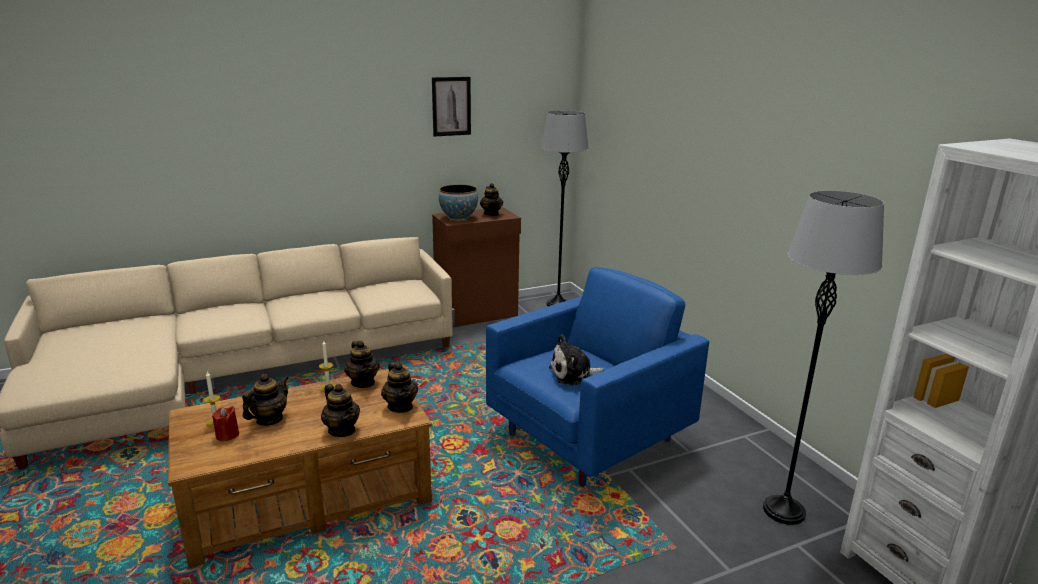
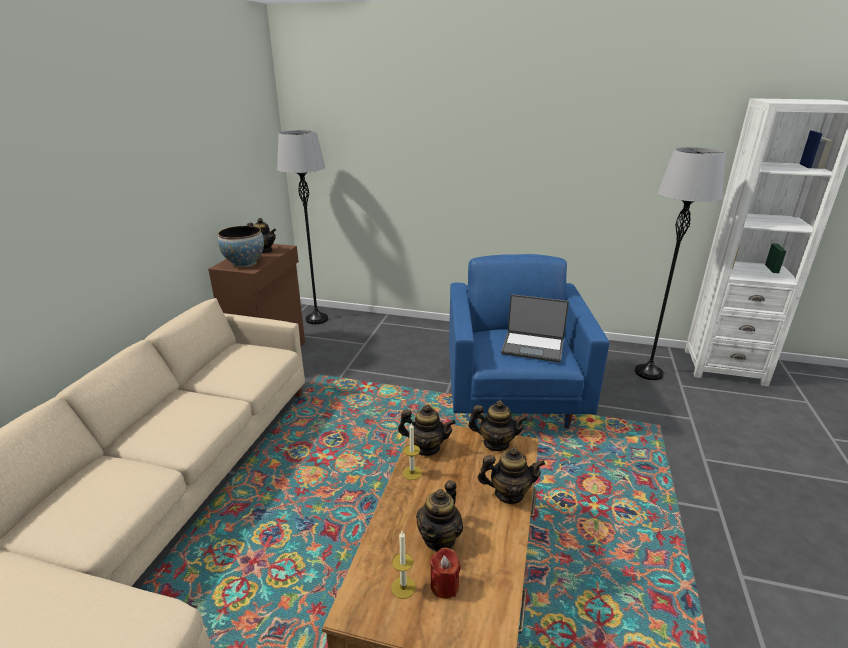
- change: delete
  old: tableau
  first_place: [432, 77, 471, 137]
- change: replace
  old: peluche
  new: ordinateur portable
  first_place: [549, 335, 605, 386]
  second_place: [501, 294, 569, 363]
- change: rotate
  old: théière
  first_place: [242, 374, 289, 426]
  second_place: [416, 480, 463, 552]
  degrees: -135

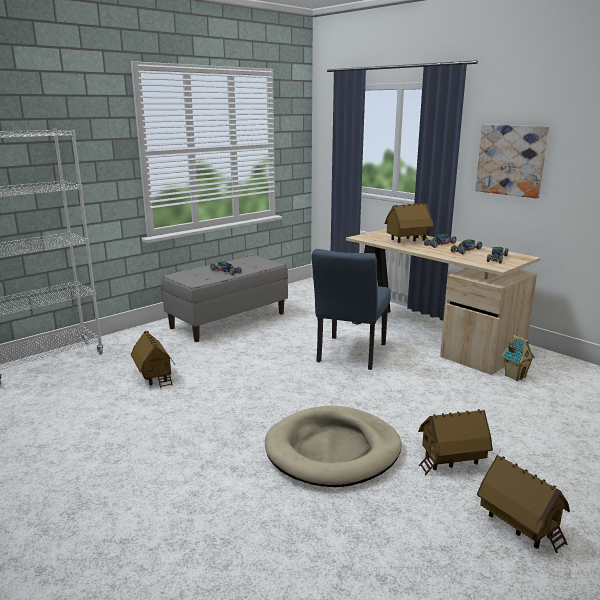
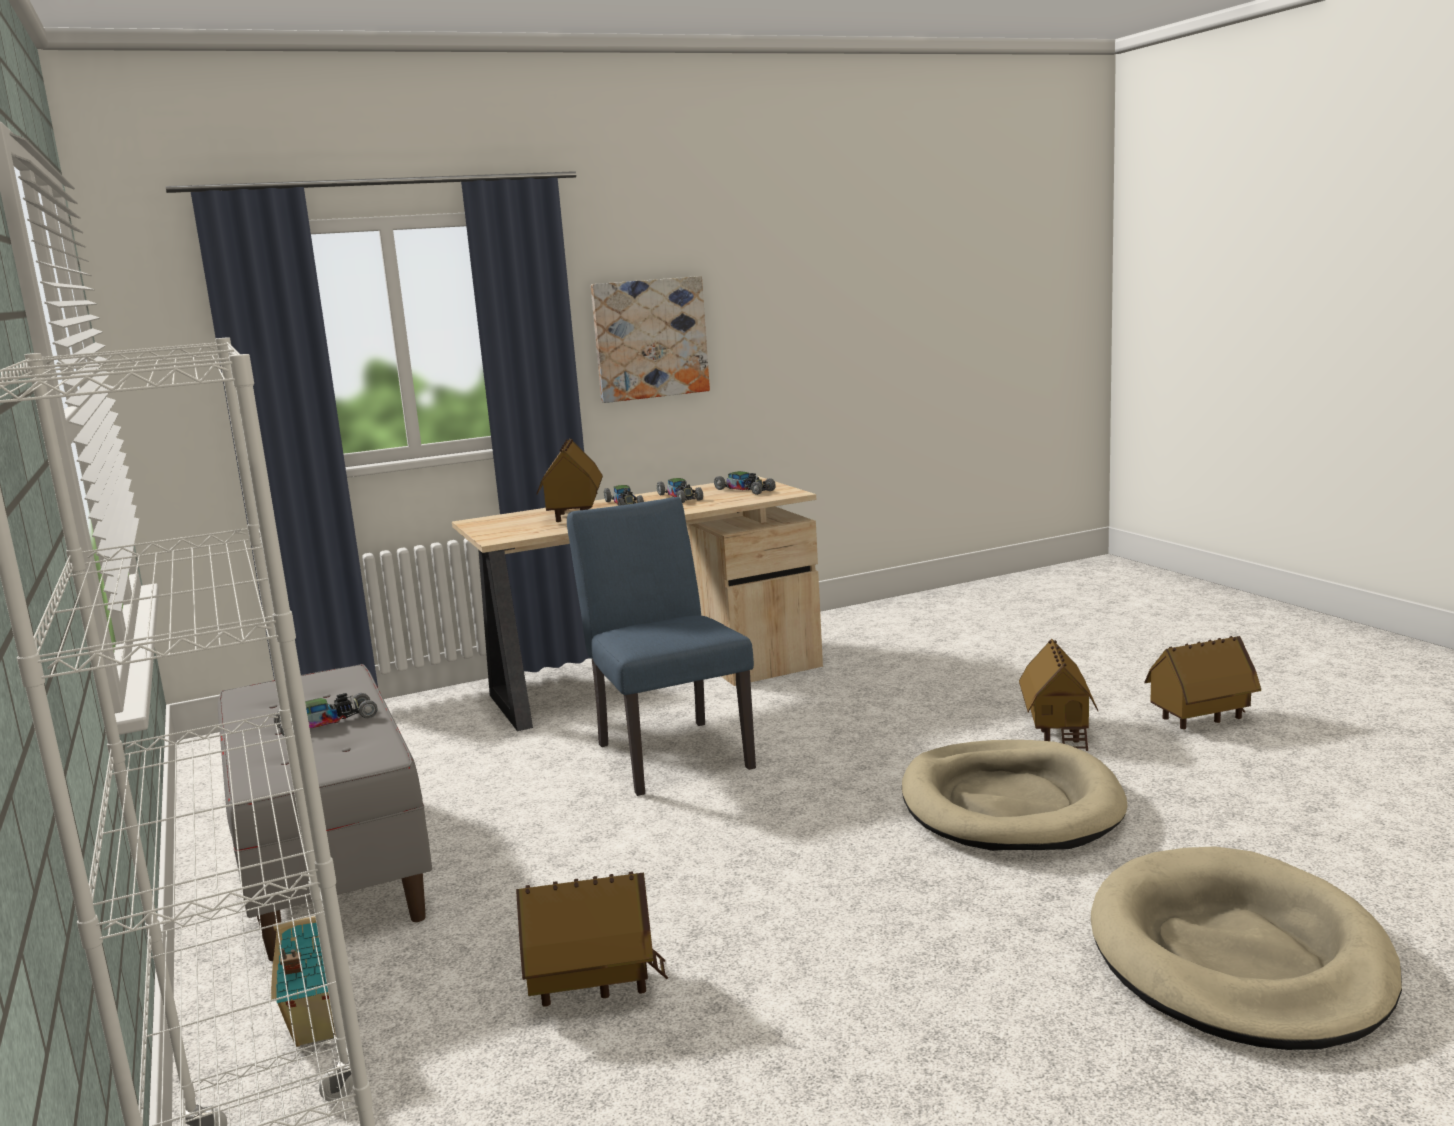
- change: rotate
  old: chaise (bleu)
  first_place: [312, 249, 391, 370]
  second_place: [567, 497, 756, 796]
  degrees: -150
- change: move
  old: maison miniature
  first_place: [502, 335, 535, 381]
  second_place: [271, 916, 336, 1047]
- change: insert
  new: panier pour chien (beige)
  second_place: [1091, 846, 1402, 1050]

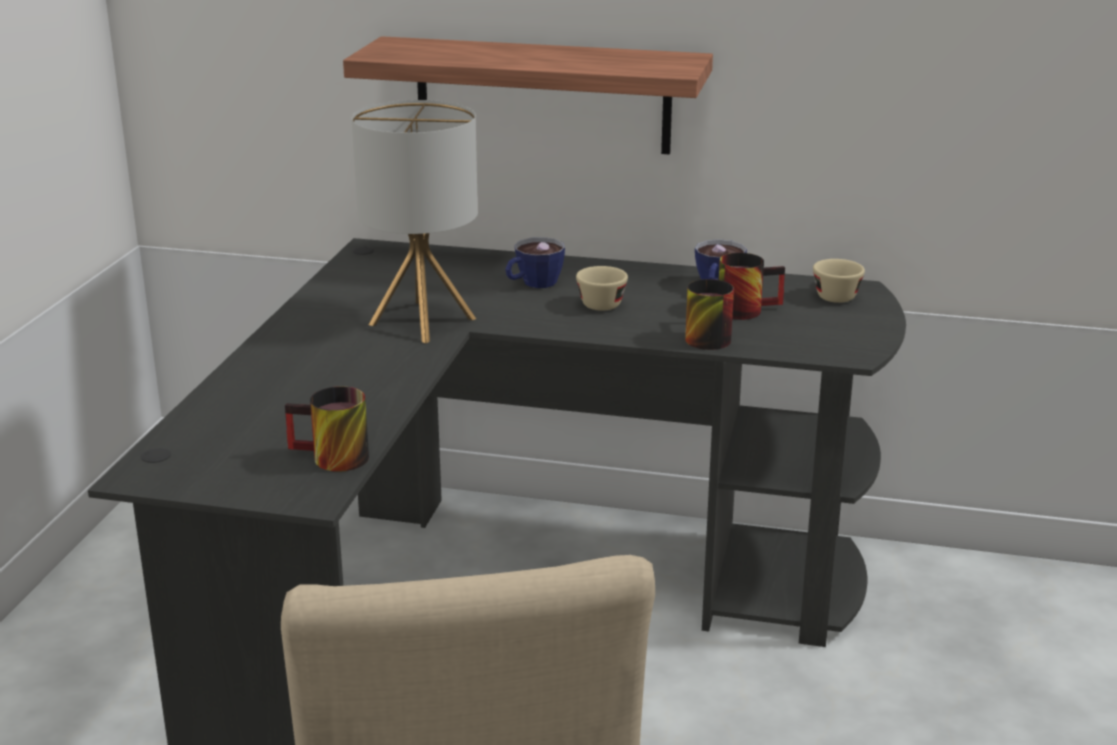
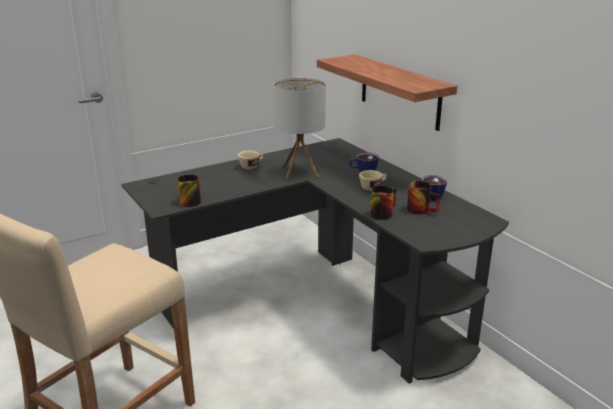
- change: move
  old: tasse (beige)
  first_place: [813, 259, 865, 303]
  second_place: [238, 151, 264, 169]

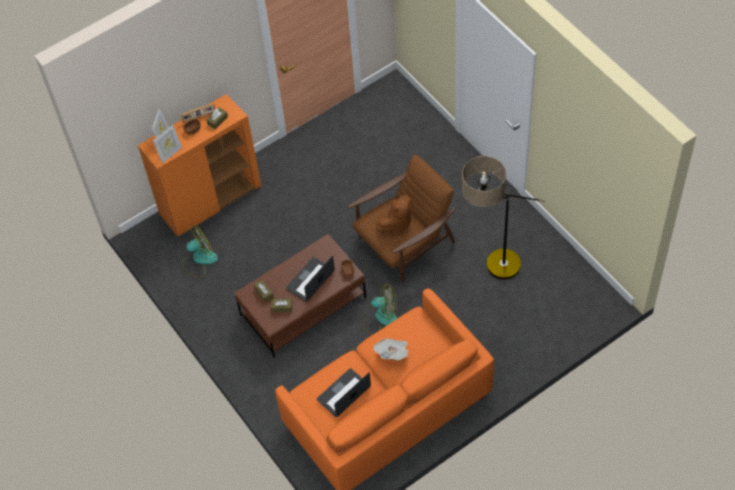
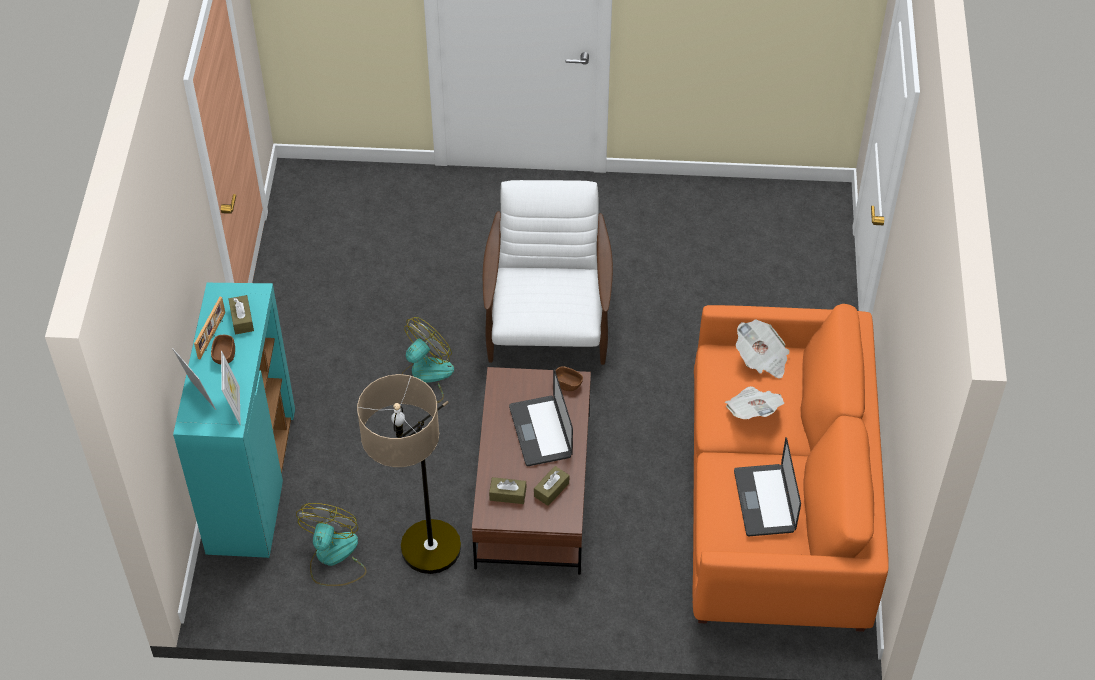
- change: recolor
  old: meuble de rangement (orange)
  new: meuble de rangement (turquoise)
  first_place: [138, 94, 261, 237]
  second_place: [173, 283, 295, 558]
- change: recolor
  old: fauteuil (marron)
  new: fauteuil (blanc)
  first_place: [348, 155, 455, 282]
  second_place: [483, 180, 613, 365]
- change: move
  old: lampadaire
  first_place: [462, 156, 545, 279]
  second_place: [357, 374, 461, 574]
- change: delete
  old: peluche (marron)
  first_place: [377, 195, 413, 232]
- change: move
  old: ventilateur
  first_place: [362, 283, 398, 335]
  second_place: [402, 317, 454, 403]
- change: insert
  new: journal
  second_place: [736, 319, 790, 379]

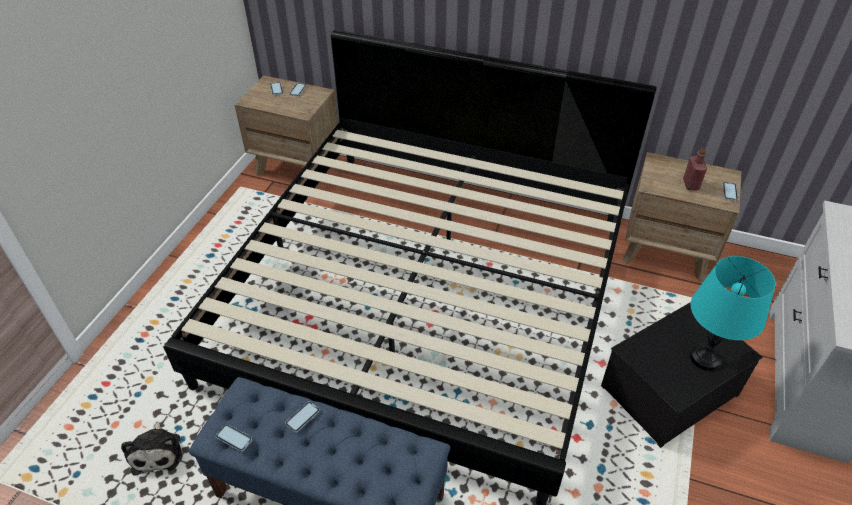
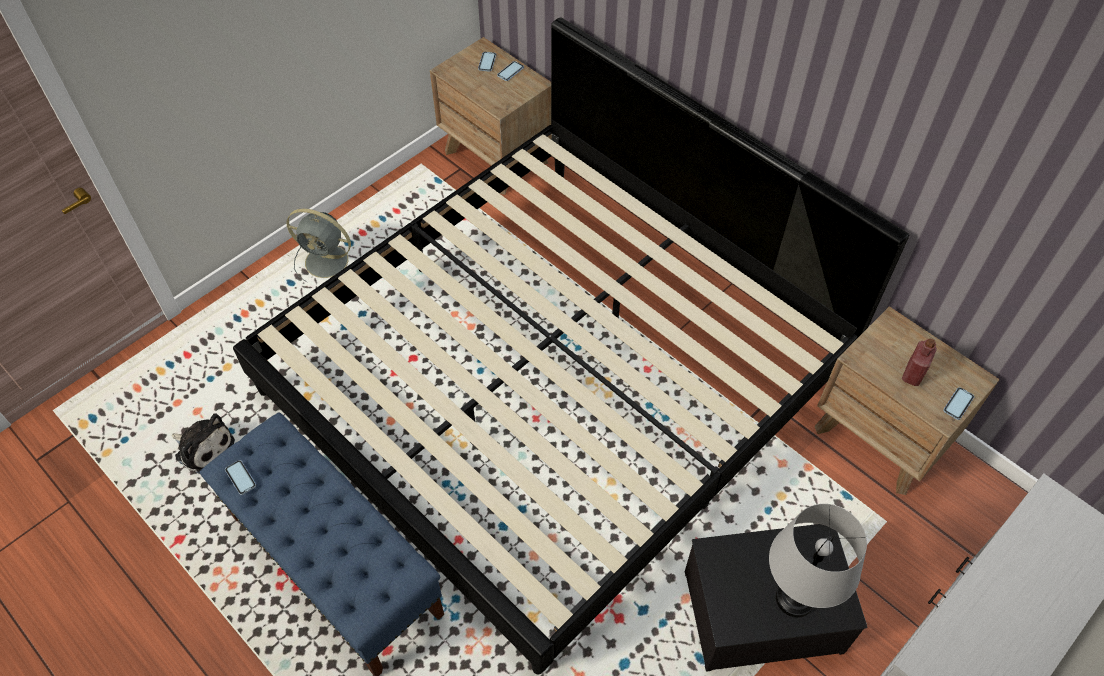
- change: recolor
  old: lampe de table (turquoise)
  new: lampe de table (gris)
  first_place: [690, 256, 775, 371]
  second_place: [769, 504, 867, 618]
- change: delete
  old: téléphone
  first_place: [285, 401, 320, 433]
- change: rotate
  old: peluche
  first_place: [121, 421, 183, 476]
  second_place: [172, 413, 235, 474]
  degrees: -75
- change: insert
  new: ventilateur (gris)
  second_place: [286, 209, 361, 282]

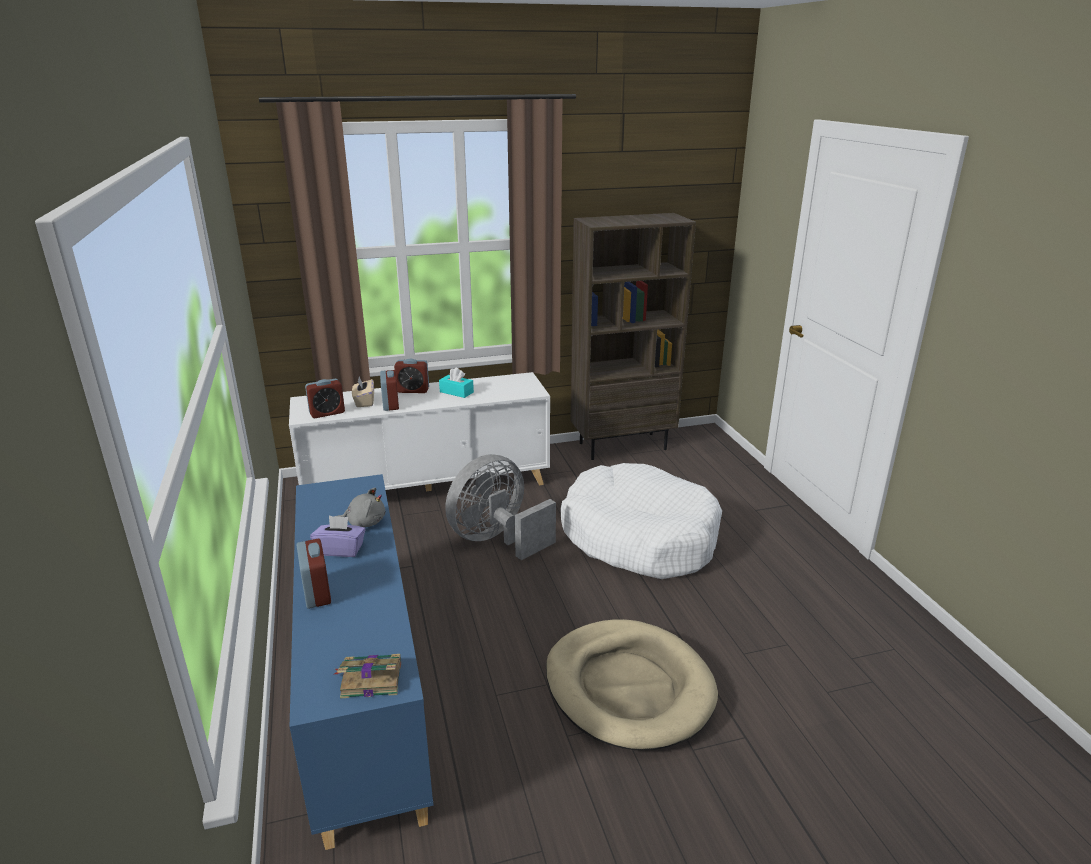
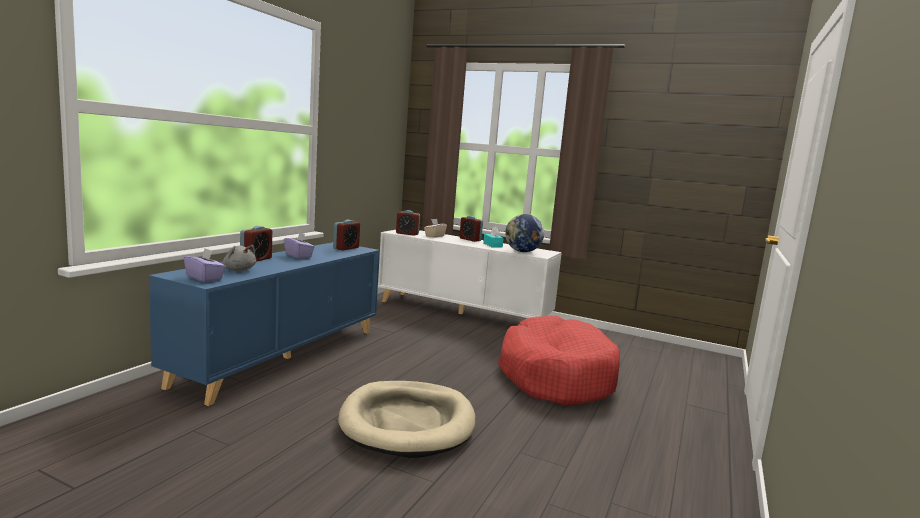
- change: delete
  old: bibliothèque (marron)
  first_place: [570, 213, 696, 460]
- change: move
  old: réveil
  first_place: [380, 370, 399, 411]
  second_place: [333, 220, 360, 251]
- change: delete
  old: ventilateur (gris)
  first_place: [445, 454, 556, 560]
- change: recolor
  old: panier pour chien (blanc)
  new: panier pour chien (rouge)
  first_place: [561, 463, 722, 579]
  second_place: [498, 316, 620, 406]
- change: move
  old: peluche (gris)
  first_place: [338, 487, 385, 527]
  second_place: [222, 245, 256, 271]
- change: replace
  old: livre
  new: boîte à mouchoirs (violet)
  first_place: [334, 654, 401, 699]
  second_place: [184, 248, 226, 282]
- change: insert
  new: globe
  second_place: [505, 214, 544, 252]

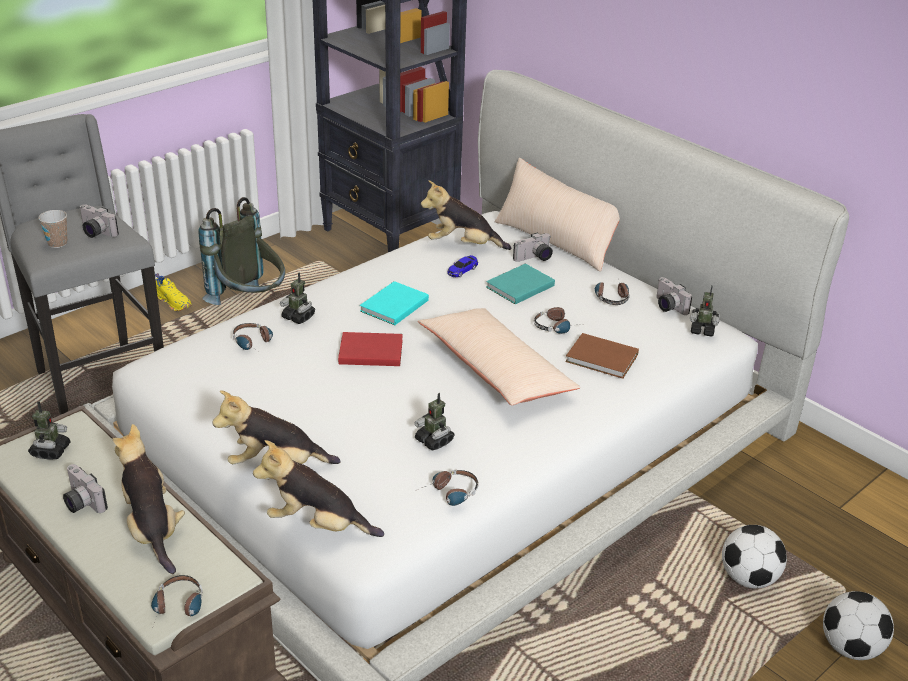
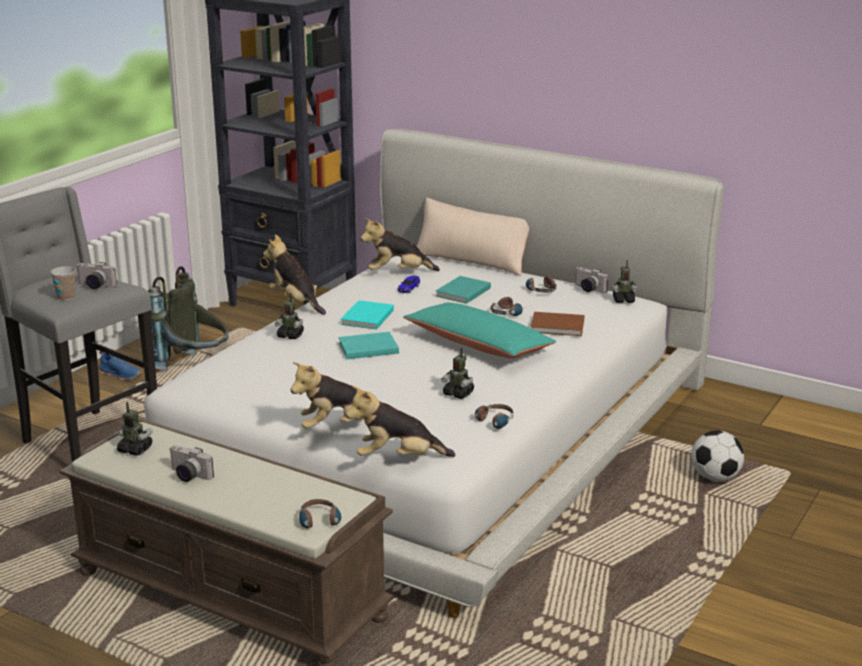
- change: delete
  old: appareil photo
  first_place: [513, 233, 553, 262]
- change: recolor
  old: chaussure (jaune)
  new: chaussure (bleu)
  first_place: [155, 273, 192, 311]
  second_place: [99, 351, 142, 381]
- change: recolor
  old: coussin (beige)
  new: coussin (turquoise)
  first_place: [418, 308, 581, 405]
  second_place: [403, 302, 556, 358]
- change: delete
  old: casque audio
  first_place: [233, 323, 273, 353]
- change: recolor
  old: livre (rouge)
  new: livre (turquoise)
  first_place: [338, 332, 403, 366]
  second_place: [338, 332, 399, 359]
- change: rotate
  old: robot jouet
  first_place: [28, 402, 71, 459]
  second_place: [117, 402, 153, 456]
  degrees: -60
- change: move
  old: peluche
  first_place: [112, 424, 185, 574]
  second_place: [263, 234, 326, 315]
- change: delete
  old: ballon de foot
  first_place: [823, 591, 894, 660]

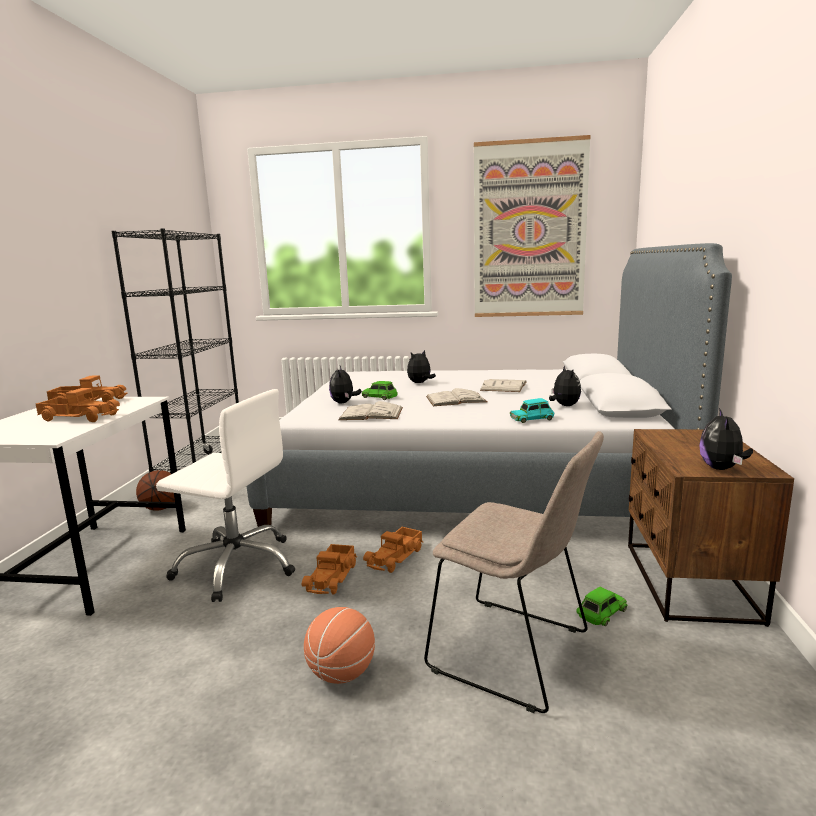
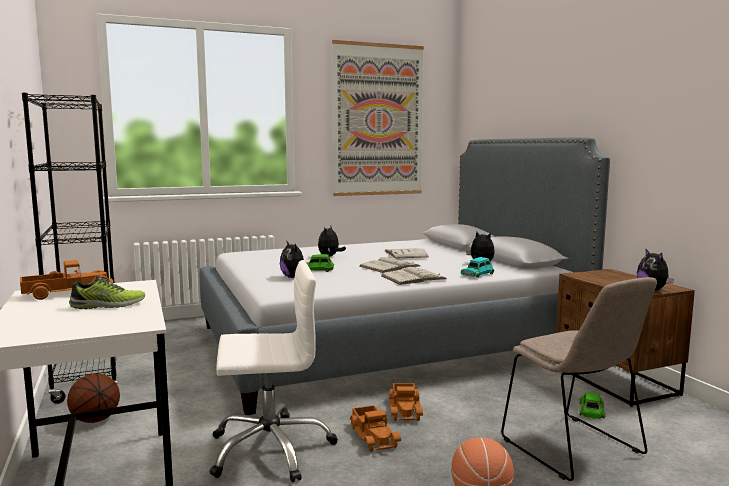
- change: replace
  old: camion jouet
  new: chaussure
  first_place: [36, 388, 120, 422]
  second_place: [69, 276, 145, 309]
- change: move
  old: livre (blanc)
  first_place: [338, 401, 403, 420]
  second_place: [381, 267, 447, 285]
- change: rotate
  old: chaise (beige)
  first_place: [424, 431, 604, 713]
  second_place: [501, 277, 657, 481]
  degrees: 60

